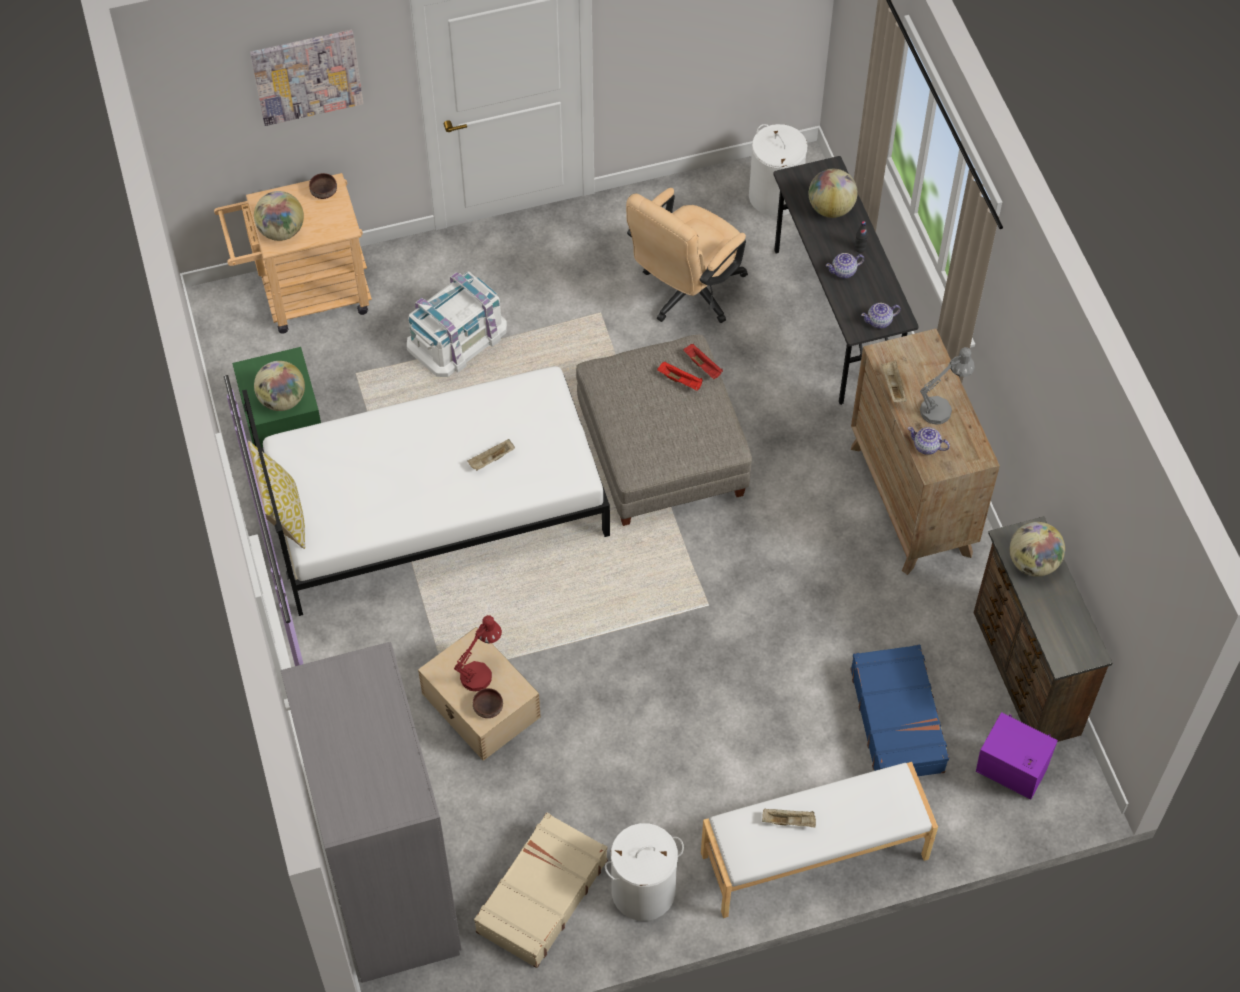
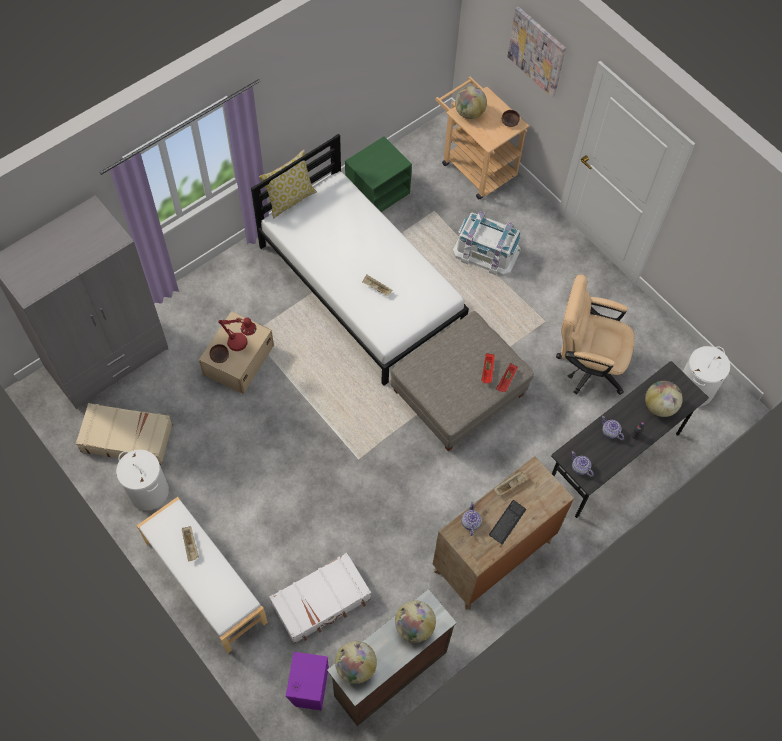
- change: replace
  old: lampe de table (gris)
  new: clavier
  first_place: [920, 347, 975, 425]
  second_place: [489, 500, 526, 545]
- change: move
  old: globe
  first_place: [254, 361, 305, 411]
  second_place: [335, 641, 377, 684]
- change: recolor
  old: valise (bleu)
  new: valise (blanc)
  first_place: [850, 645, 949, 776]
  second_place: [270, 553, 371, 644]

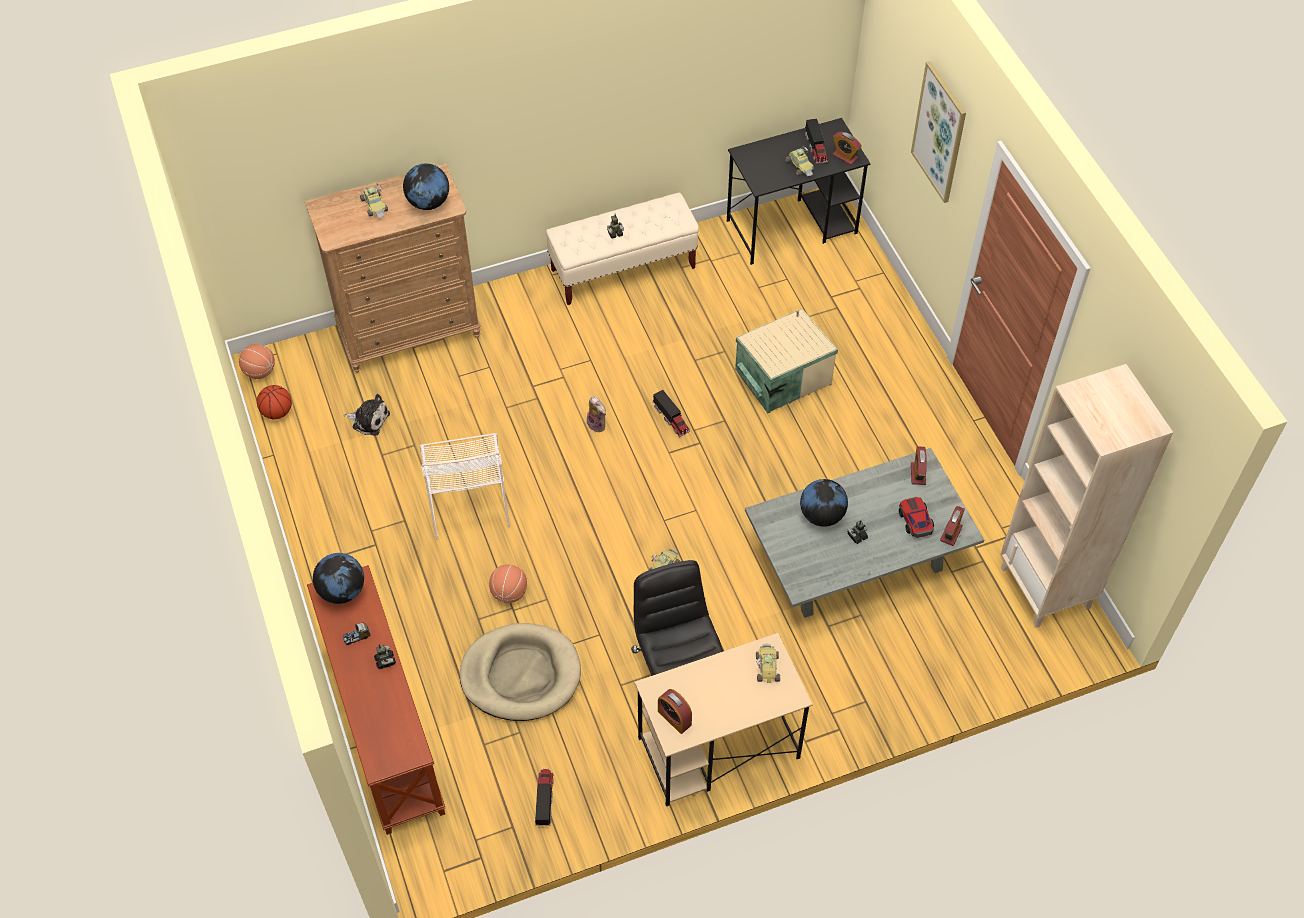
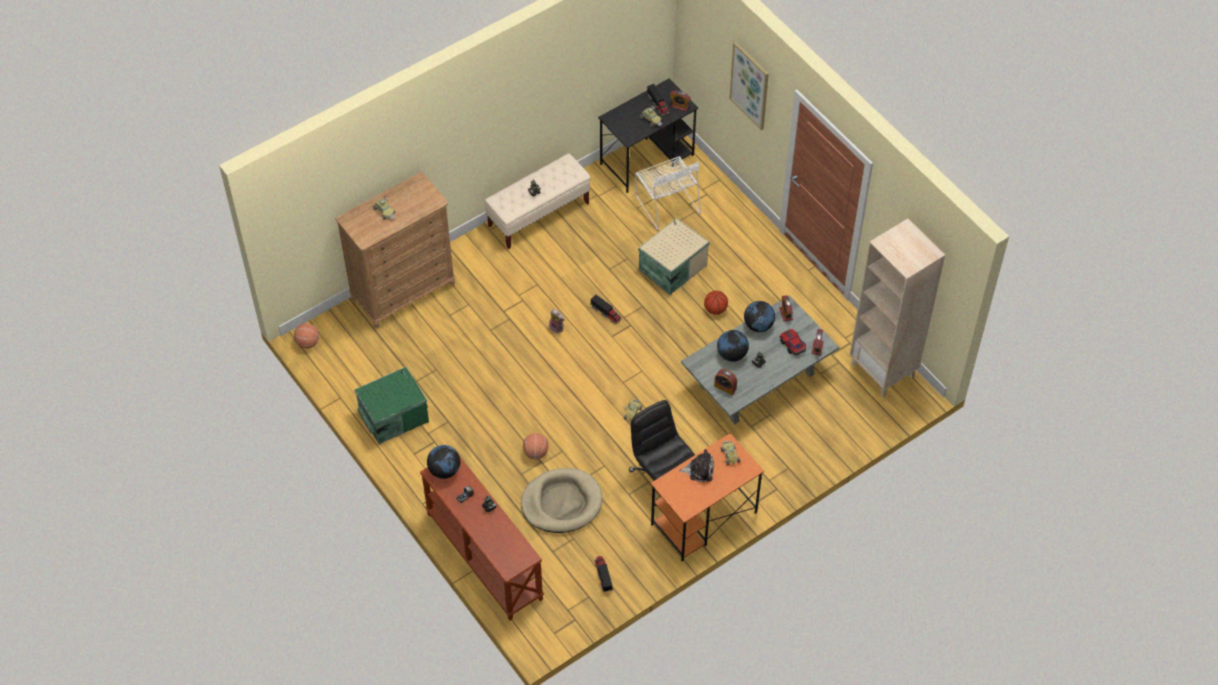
- change: move
  old: globe
  first_place: [403, 164, 449, 210]
  second_place: [744, 301, 775, 332]
- change: move
  old: ballon de basket
  first_place: [257, 385, 292, 419]
  second_place: [704, 291, 728, 315]
- change: move
  old: peluche
  first_place: [344, 394, 390, 436]
  second_place: [680, 449, 714, 482]
- change: move
  old: chaise (blanc)
  first_place: [420, 433, 510, 538]
  second_place: [635, 156, 701, 230]
- change: recolor
  old: bureau (beige)
  new: bureau (orange)
  first_place: [635, 633, 813, 806]
  second_place: [651, 433, 764, 561]
- change: move
  old: réveil
  first_place: [658, 689, 692, 734]
  second_place: [714, 369, 737, 395]
- change: insert
  new: boîte de rangement (vert)
  second_place: [354, 367, 429, 445]

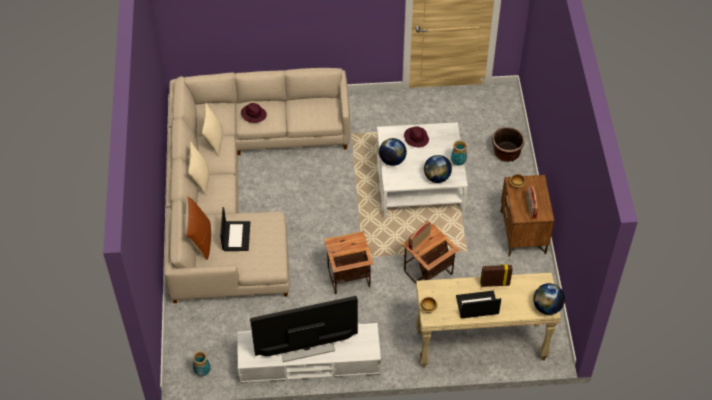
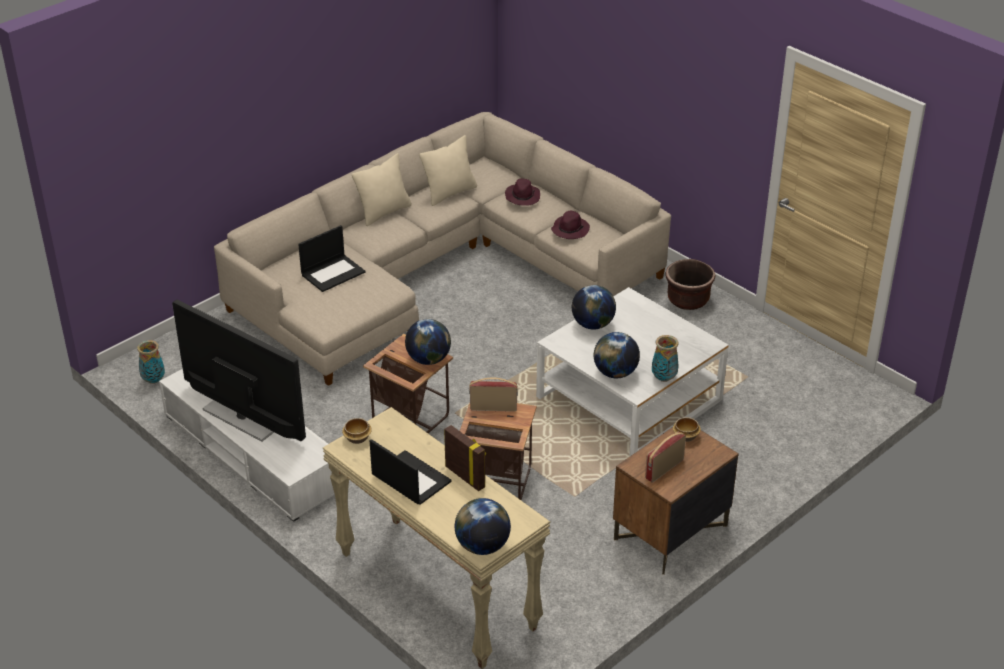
- change: move
  old: chapeau (violet)
  first_place: [404, 126, 429, 147]
  second_place: [551, 210, 590, 239]
- change: move
  old: cache-pot (marron)
  first_place: [492, 127, 525, 162]
  second_place: [665, 259, 716, 310]
- change: delete
  old: coussin (marron)
  first_place: [185, 197, 211, 260]
- change: insert
  new: globe
  second_place: [405, 319, 451, 365]

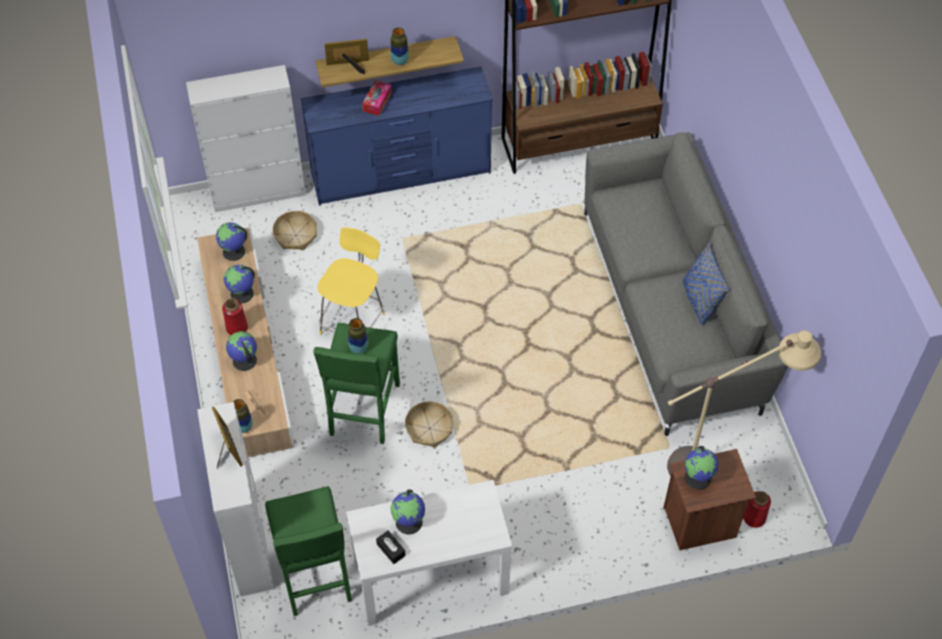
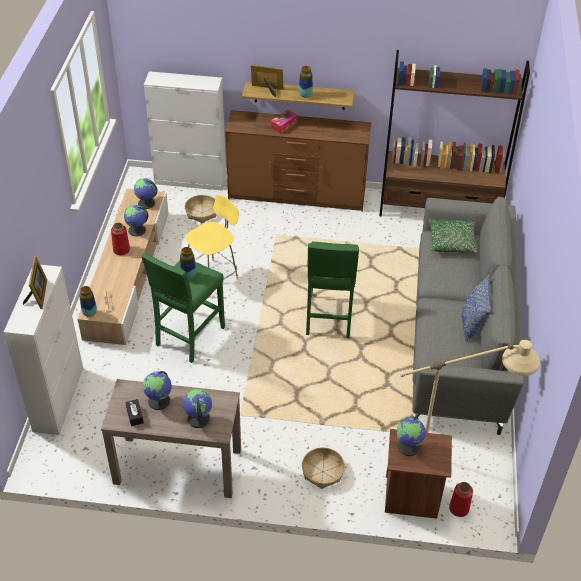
- change: recolor
  old: commode (bleu)
  new: commode (marron)
  first_place: [300, 66, 493, 206]
  second_place: [225, 110, 371, 212]
- change: move
  old: globe
  first_place: [226, 331, 257, 371]
  second_place: [183, 389, 212, 428]
- change: move
  old: panier
  first_place: [405, 401, 454, 447]
  second_place: [302, 447, 345, 489]
- change: recolor
  old: table console (blanc)
  new: table console (marron)
  first_place: [346, 480, 512, 626]
  second_place: [101, 379, 241, 498]
- change: move
  old: tabouret (vert)
  first_place: [265, 486, 352, 616]
  second_place: [306, 242, 359, 338]
- change: insert
  new: coussin (vert)
  second_place: [429, 219, 478, 253]

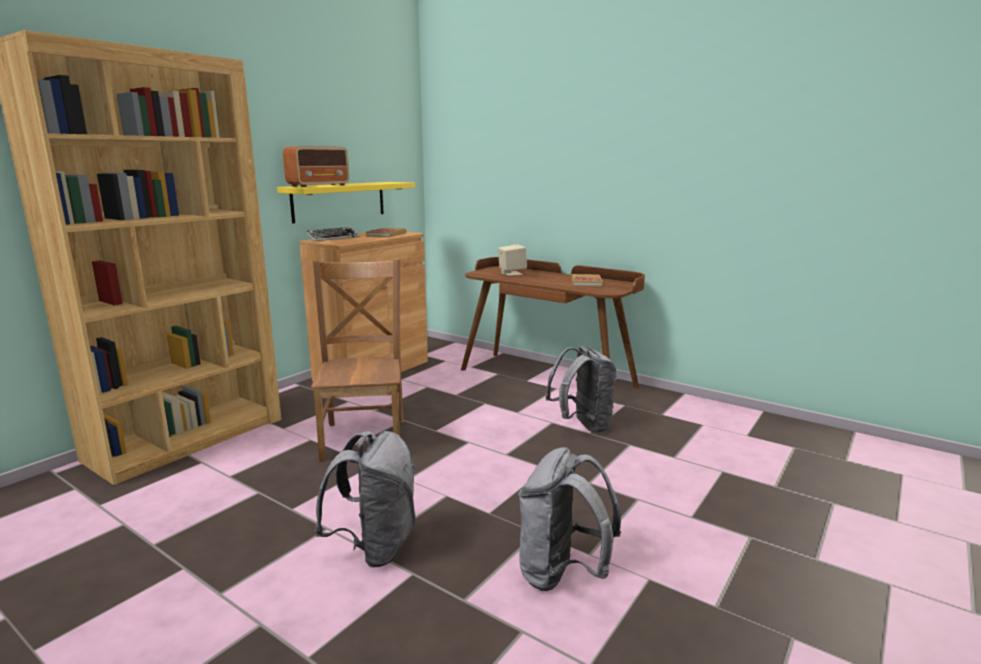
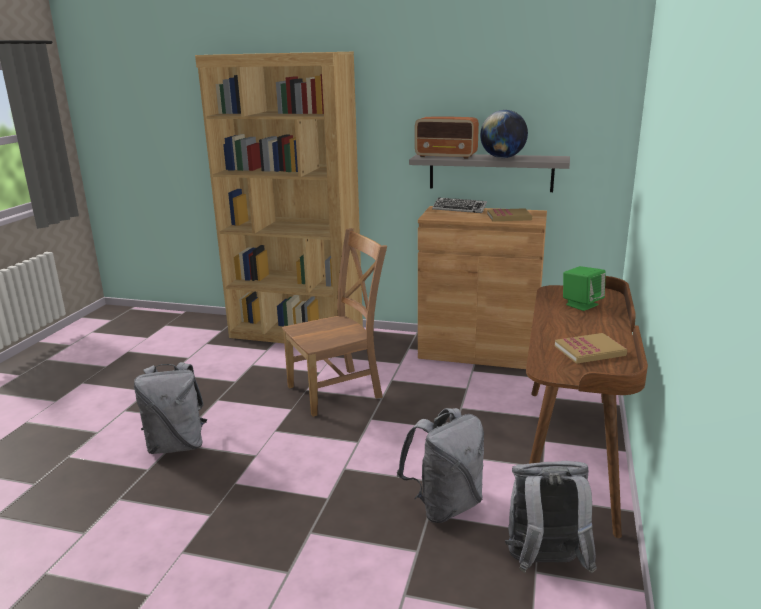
- change: recolor
  old: étagère (jaune)
  new: étagère (gris)
  first_place: [277, 182, 415, 223]
  second_place: [409, 154, 570, 192]
- change: recolor
  old: enceinte (beige)
  new: enceinte (vert)
  first_place: [498, 244, 527, 276]
  second_place: [563, 266, 606, 311]
- change: move
  old: sac à dos (gris)
  first_place: [518, 447, 621, 591]
  second_place: [505, 461, 597, 573]
- change: insert
  new: globe
  second_place: [480, 110, 528, 158]

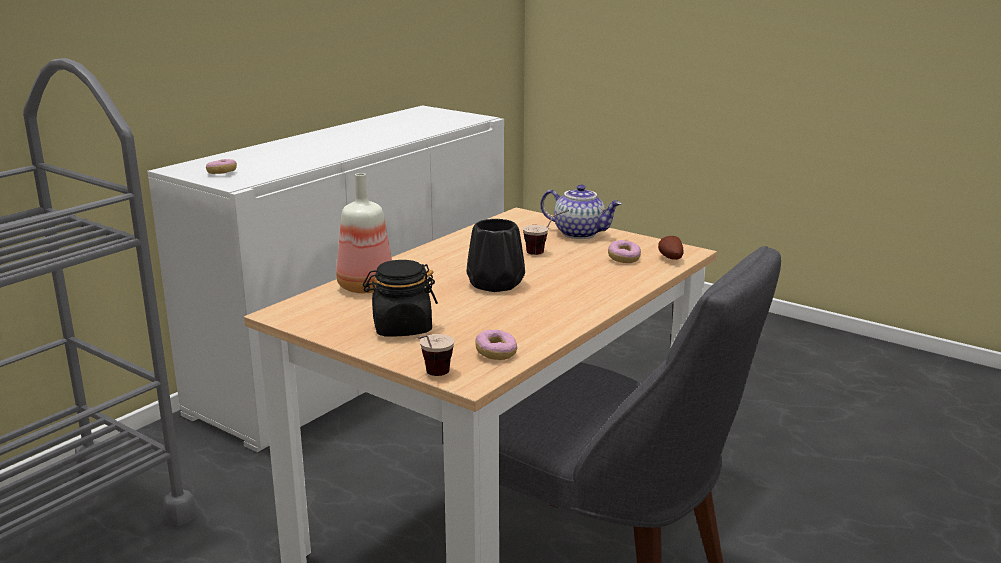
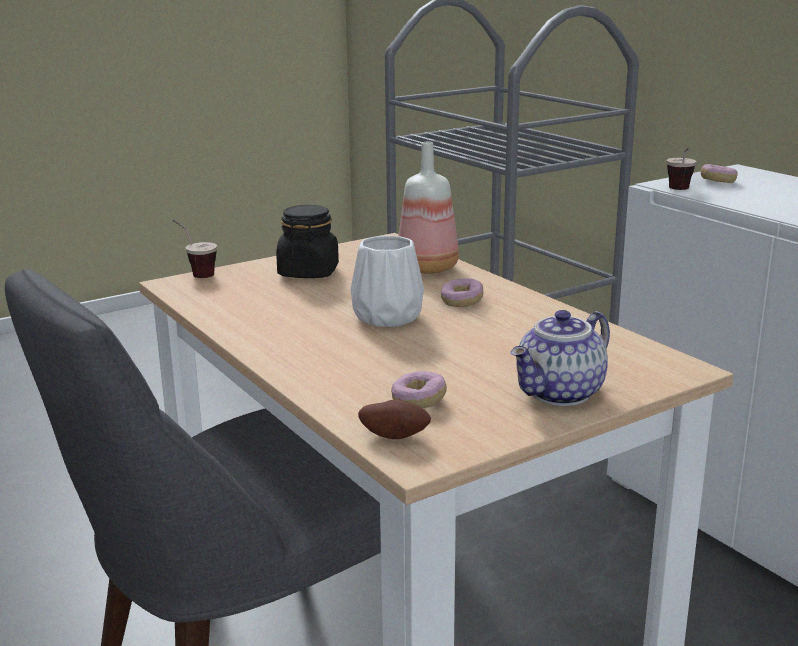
- change: move
  old: tasse
  first_place: [523, 210, 569, 255]
  second_place: [667, 148, 696, 190]
- change: recolor
  old: vase (noir)
  new: vase (blanc)
  first_place: [466, 219, 525, 292]
  second_place: [351, 236, 424, 327]
- change: move
  old: beignet
  first_place: [475, 330, 517, 360]
  second_place: [441, 278, 483, 307]

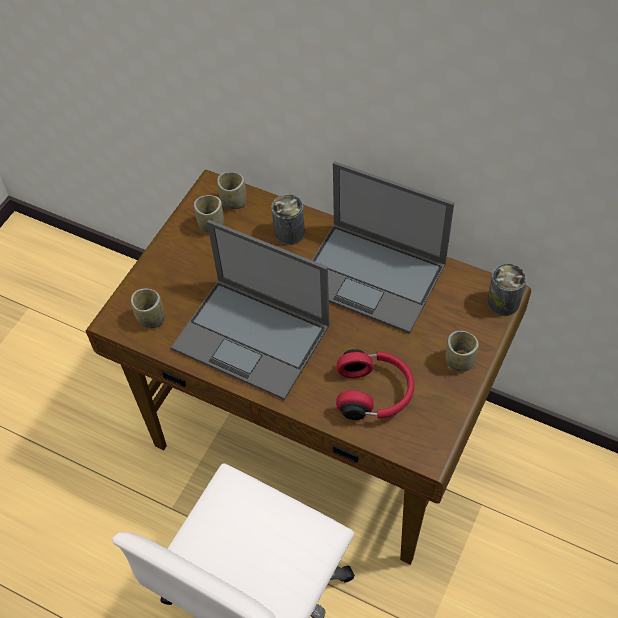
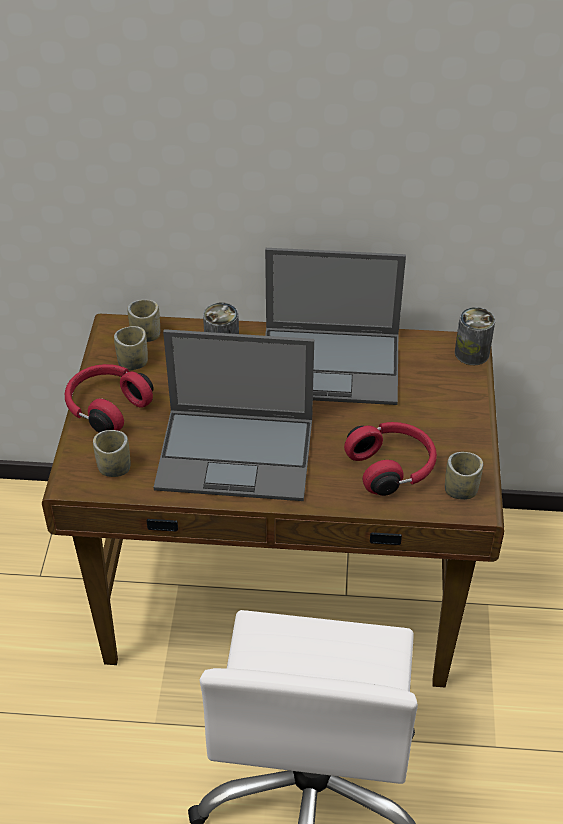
- change: move
  old: tasse
  first_place: [445, 331, 479, 372]
  second_place: [445, 452, 483, 500]
- change: insert
  new: casque audio (rouge)
  second_place: [65, 364, 153, 433]

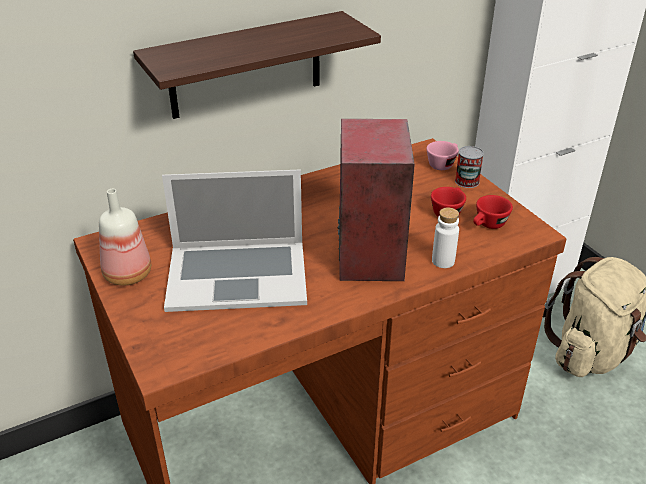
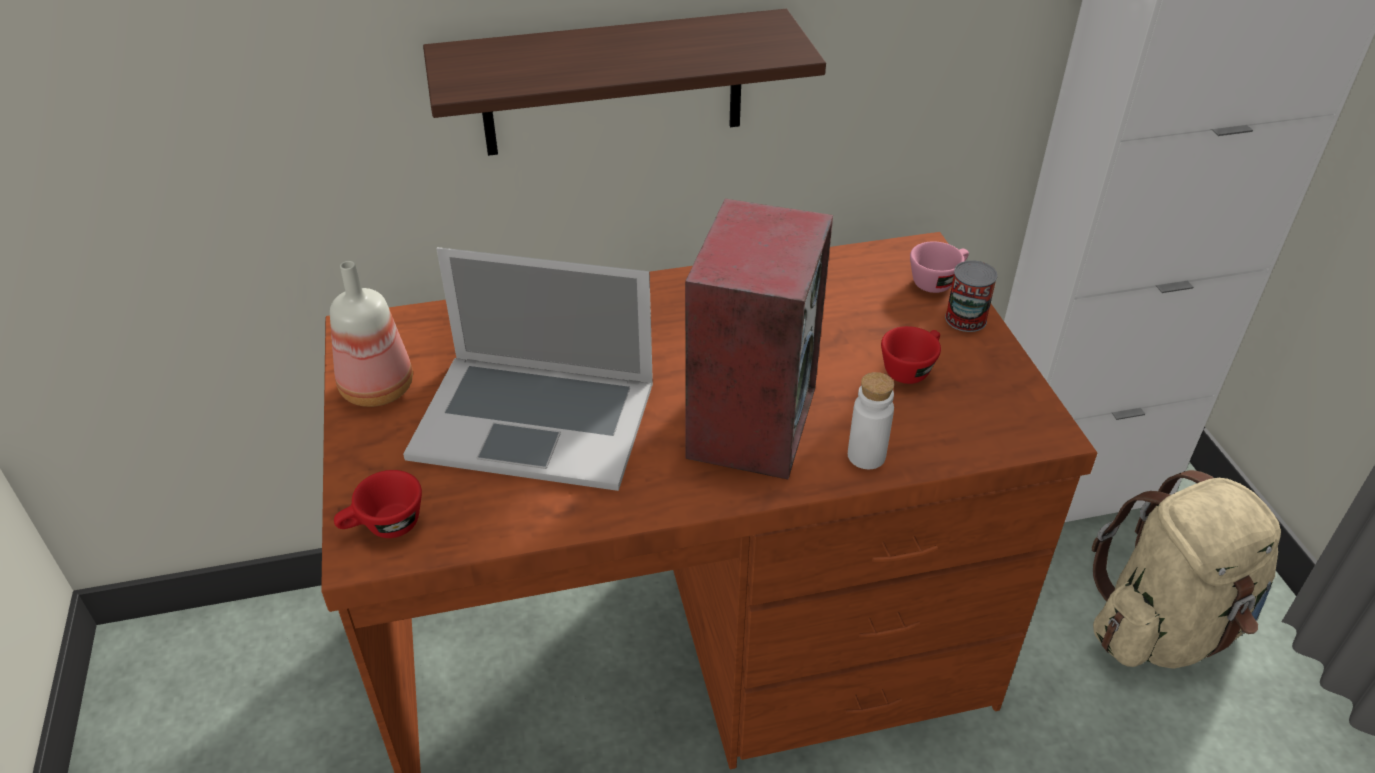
- change: move
  old: tasse (rouge)
  first_place: [473, 195, 513, 229]
  second_place: [334, 470, 422, 538]

